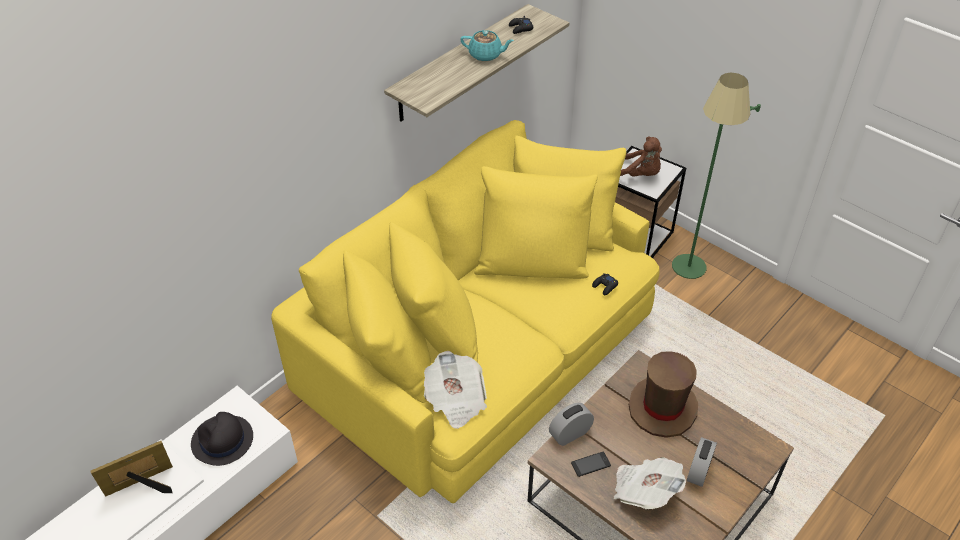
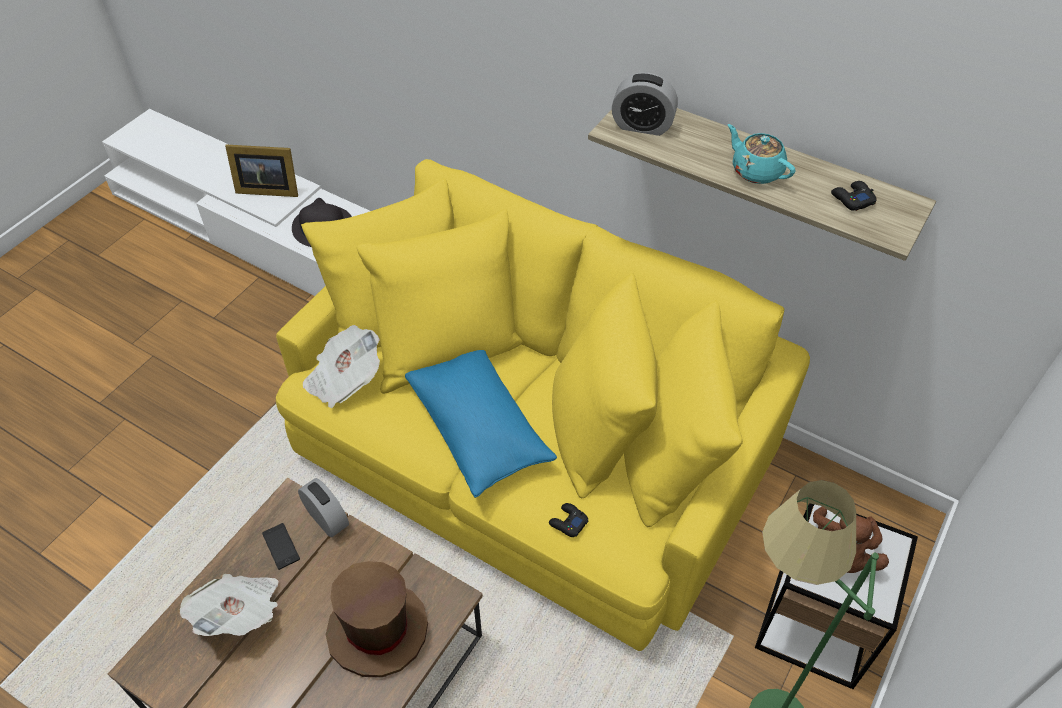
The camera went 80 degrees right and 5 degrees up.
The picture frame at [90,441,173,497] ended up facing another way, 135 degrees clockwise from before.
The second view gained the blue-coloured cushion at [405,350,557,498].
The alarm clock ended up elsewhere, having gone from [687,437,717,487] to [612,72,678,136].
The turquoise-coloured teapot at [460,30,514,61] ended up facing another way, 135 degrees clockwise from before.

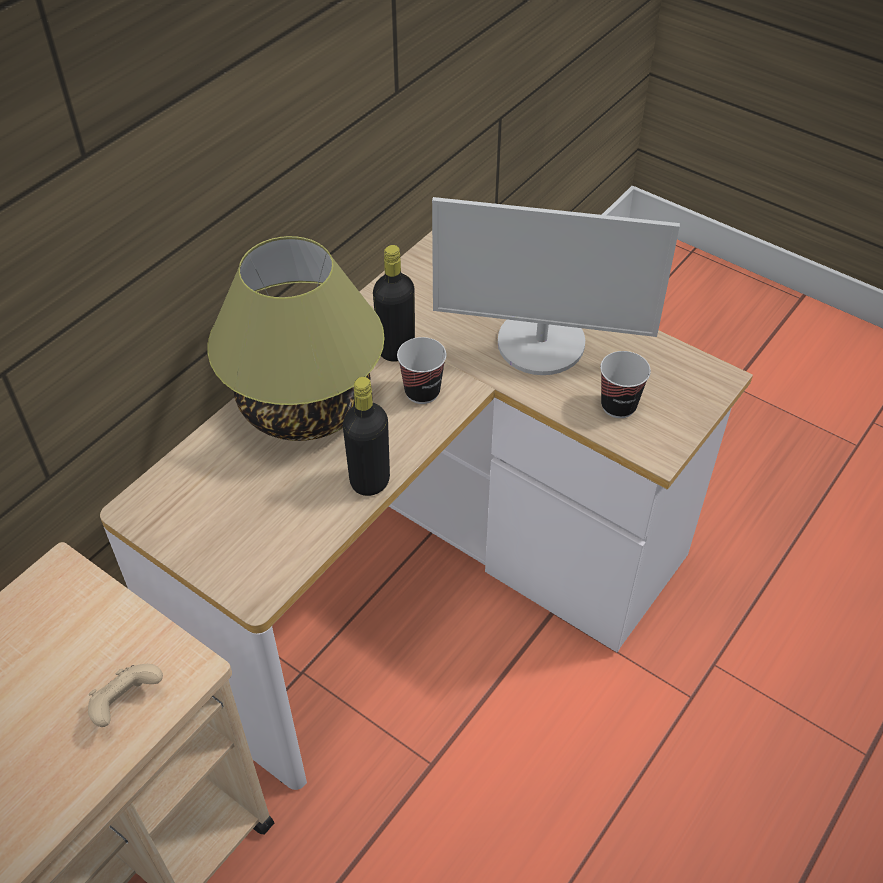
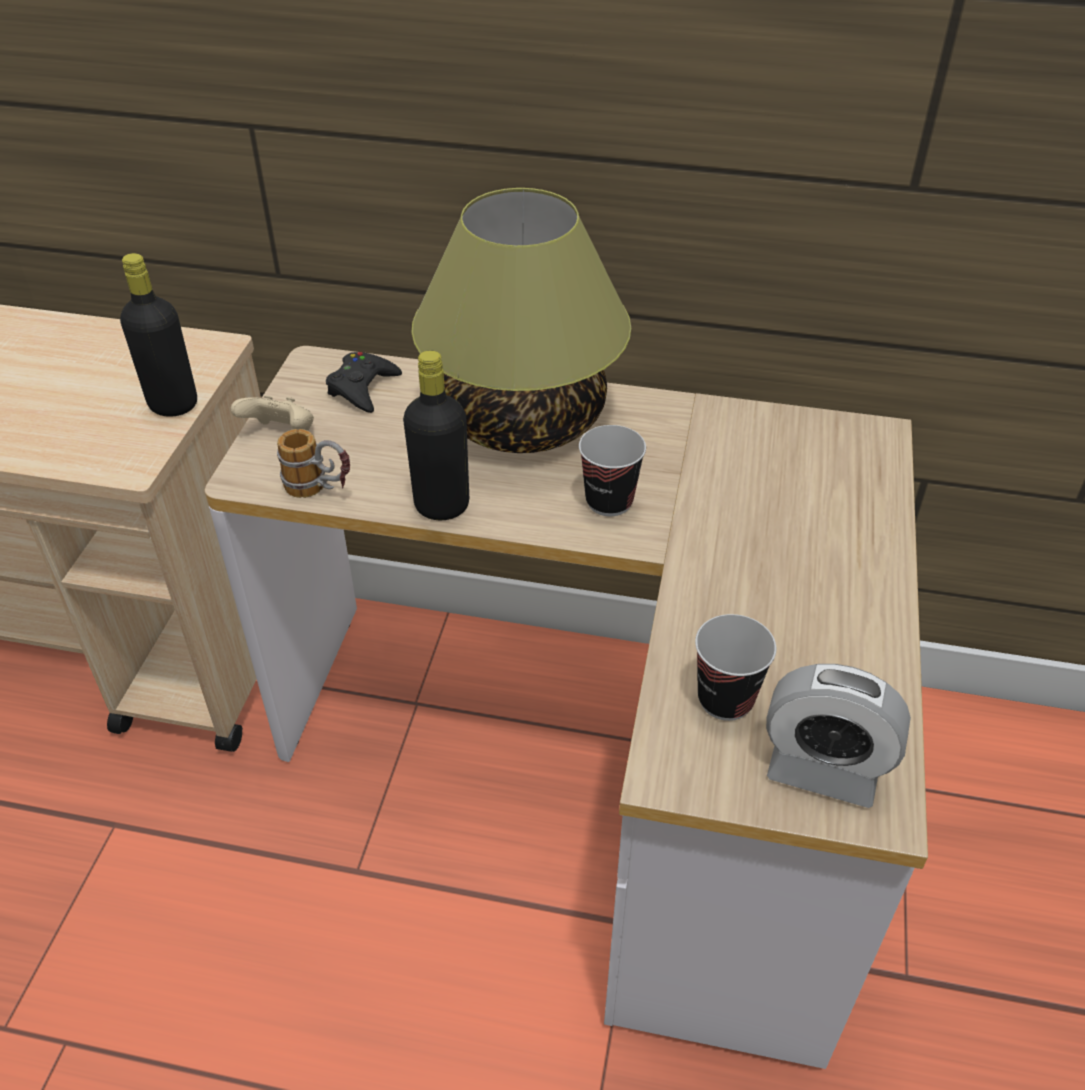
The camera went 65 degrees right and 5 degrees down.
The black drink bottle ended up elsewhere, having gone from [373,245,415,362] to [120,253,197,417].
The sand-coloured gamepad ended up elsewhere, having gone from [88,664,163,727] to [231,395,314,431].
The second view gained the tea mug at [277,429,350,498].
The second view gained the black gamepad at [326,352,402,413].
The second view gained the alarm clock at [766,664,911,808].
The second view lost the monitor at [432,197,680,375].

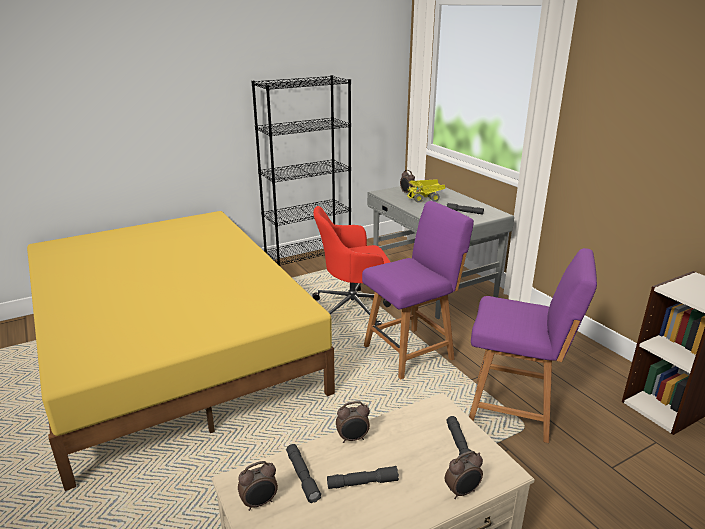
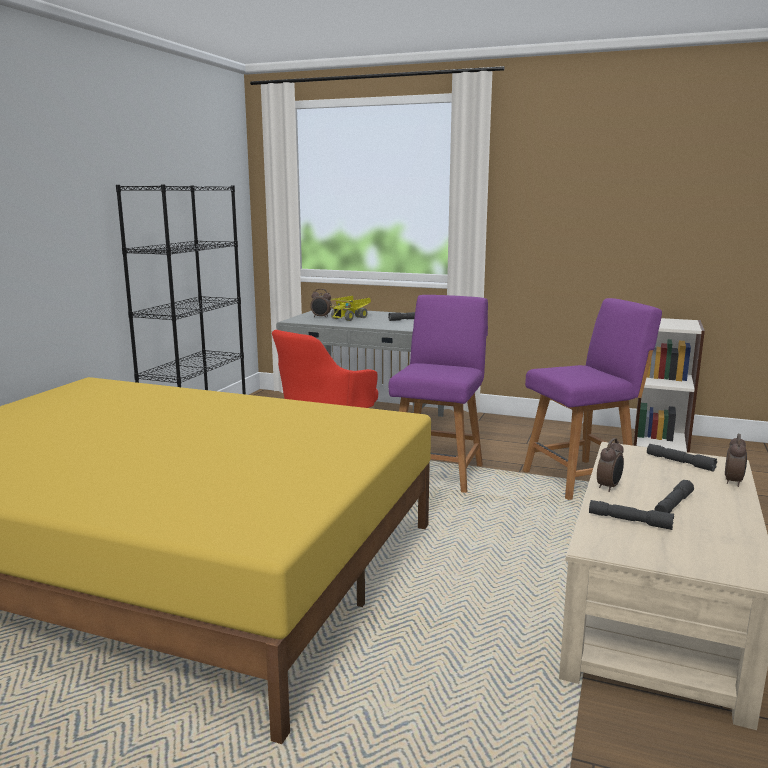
The camera went 40 degrees left and 10 degrees down.
The second view lost the alarm clock at [238,461,278,511].

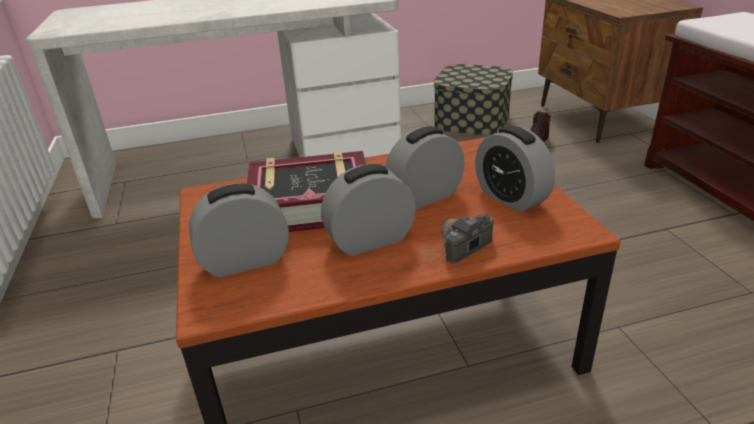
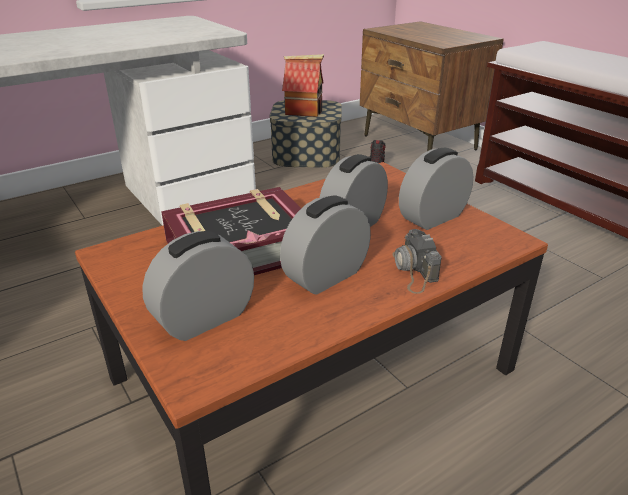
The camera went 20 degrees left and 0 degrees up.
The second view gained the miniature house at [282,54,324,117].
The photo camera at [420,214,494,263] ended up facing another way, 45 degrees counterclockwise from before.
The alarm clock at [475,126,555,212] ended up facing another way, 105 degrees clockwise from before.

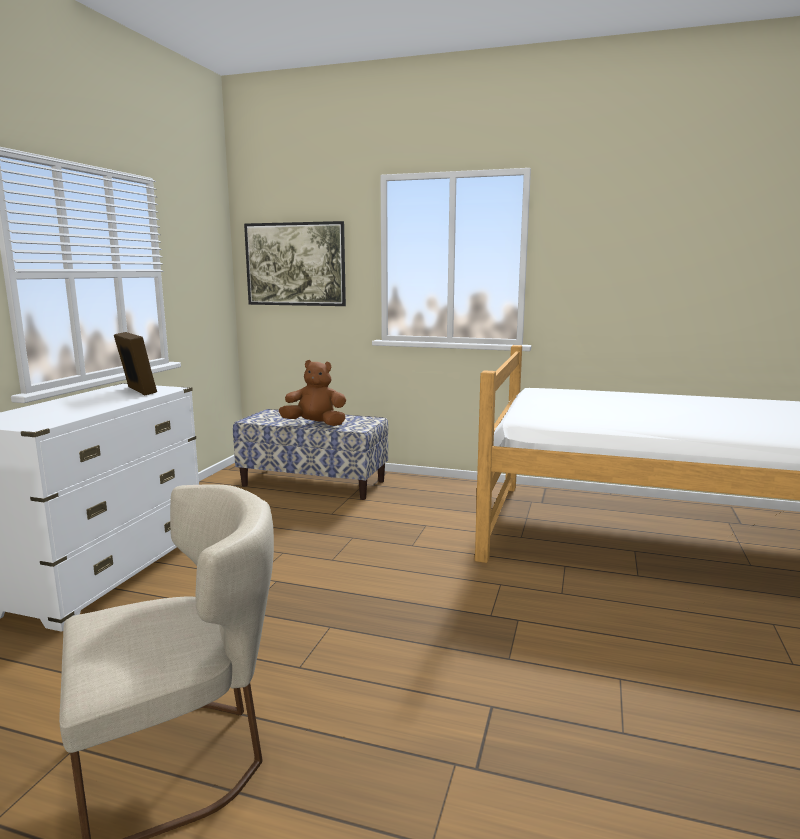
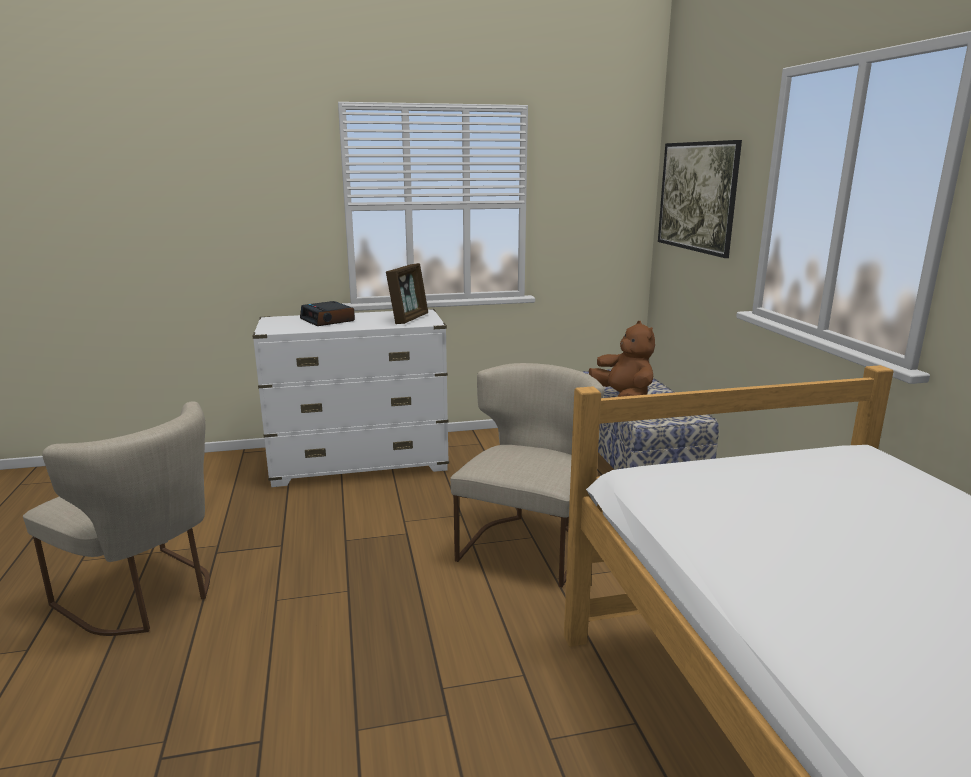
The camera went 60 degrees right and 5 degrees up.
The second view gained the alarm clock at [300,301,355,326].
The second view gained the sand-coloured upright chair at [450,363,604,587].

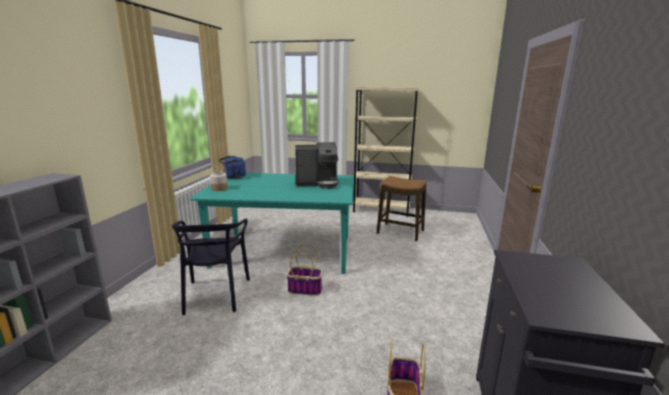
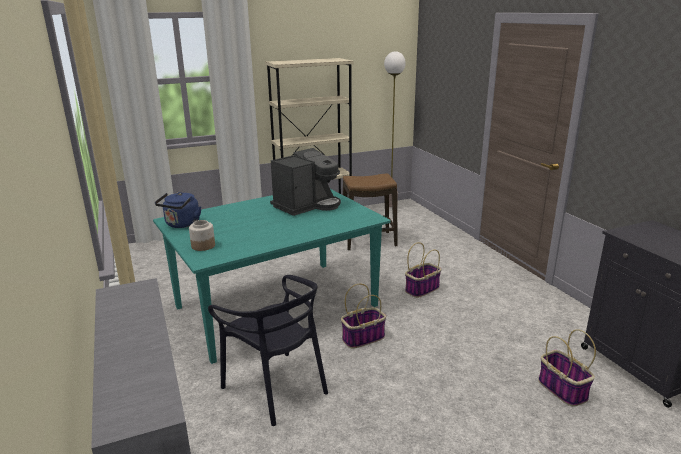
The camera went 35 degrees left and 5 degrees up.
The second view gained the standing lamp at [384,51,406,207].
The second view gained the storage basket at [405,242,441,298].

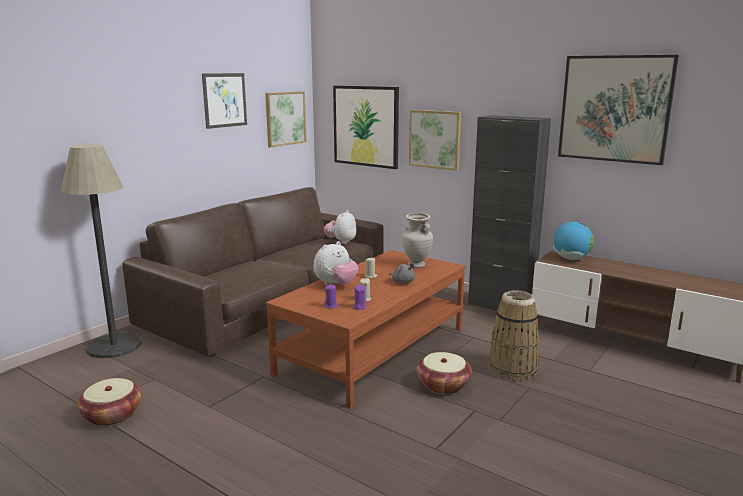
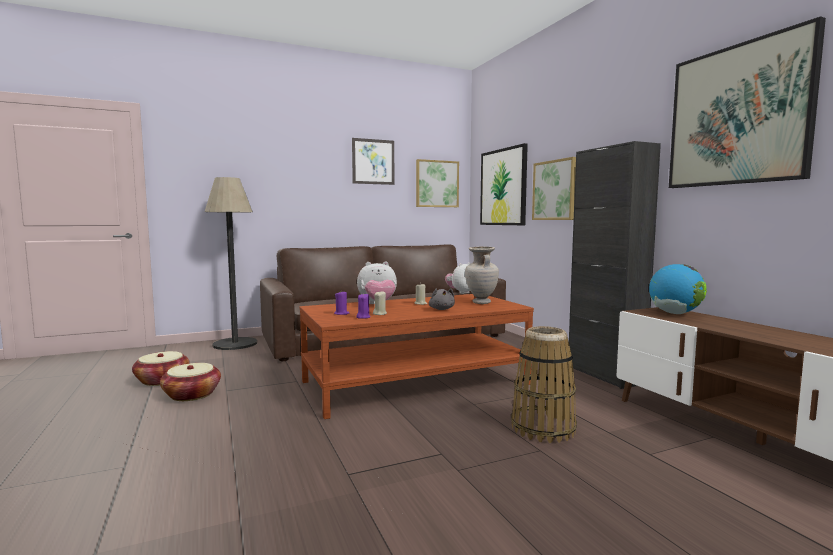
The camera went 30 degrees right and 10 degrees down.
The storage basket ended up elsewhere, having gone from [417,352,472,394] to [160,363,221,401].

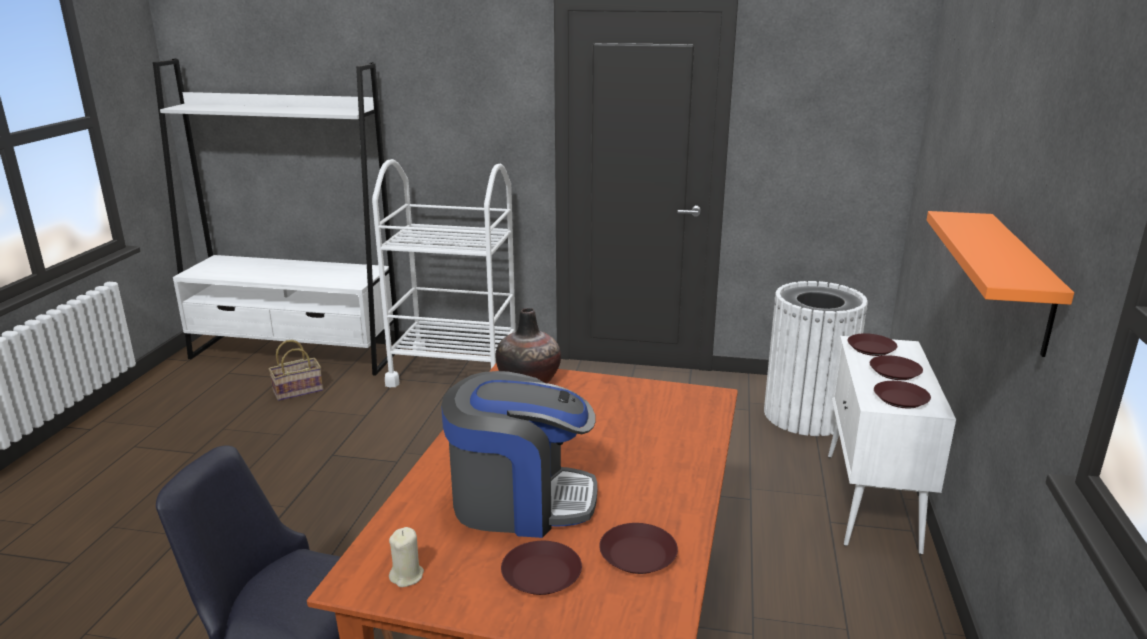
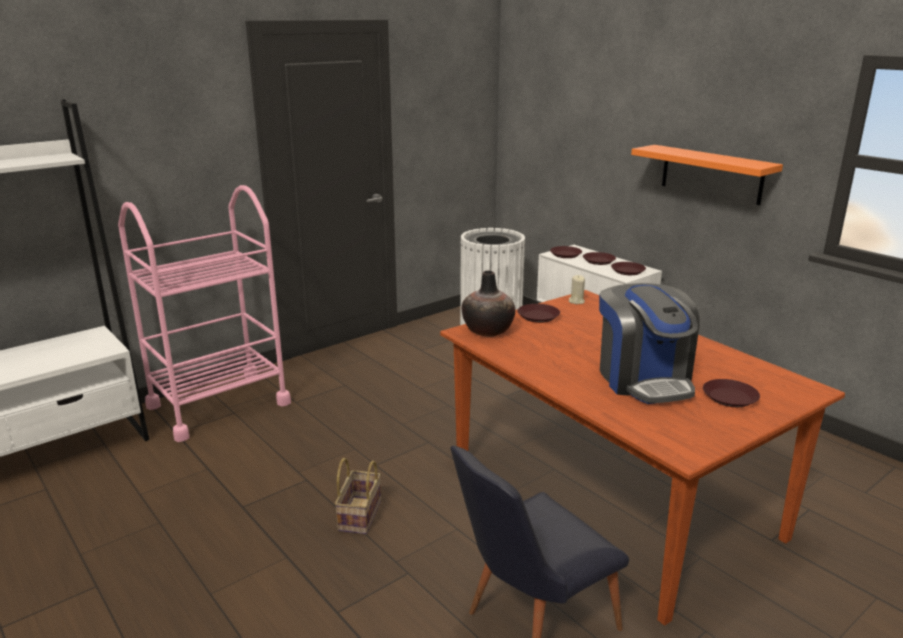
The camera went 50 degrees left and 0 degrees up.
What was the white wheeled cart at [372,159,516,387] turned into the pink wheeled cart at [118,185,291,442].
The storage basket ended up elsewhere, having gone from [269,340,323,401] to [335,458,381,534].
The brown flat dish ended up elsewhere, having gone from [599,523,678,574] to [517,304,560,323].
The sand-coloured wax candle ended up elsewhere, having gone from [389,527,424,587] to [569,275,585,304].
The coffee maker at [441,371,597,538] ended up facing another way, 120 degrees clockwise from before.

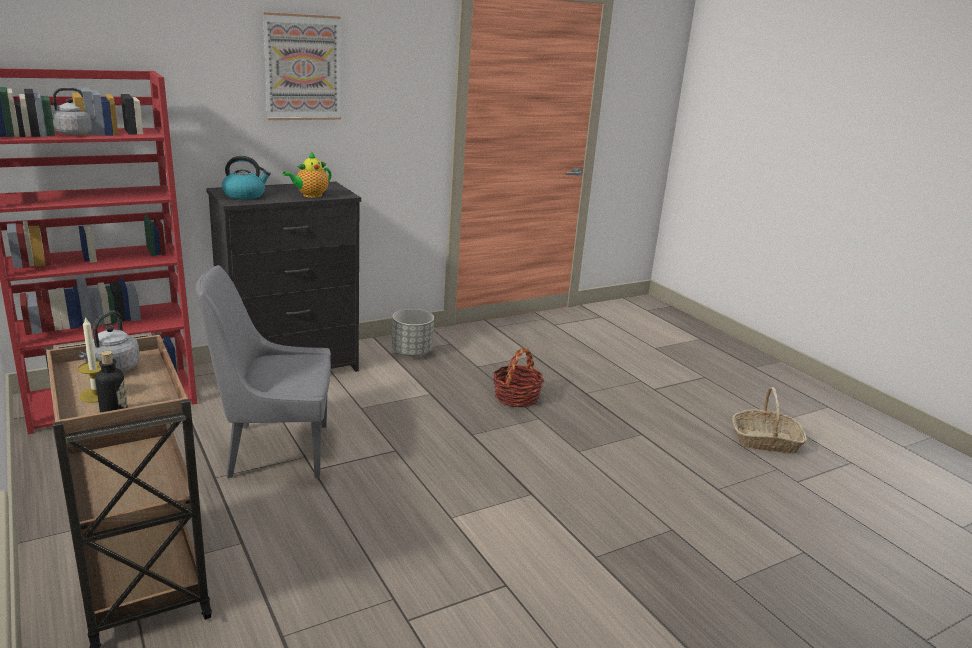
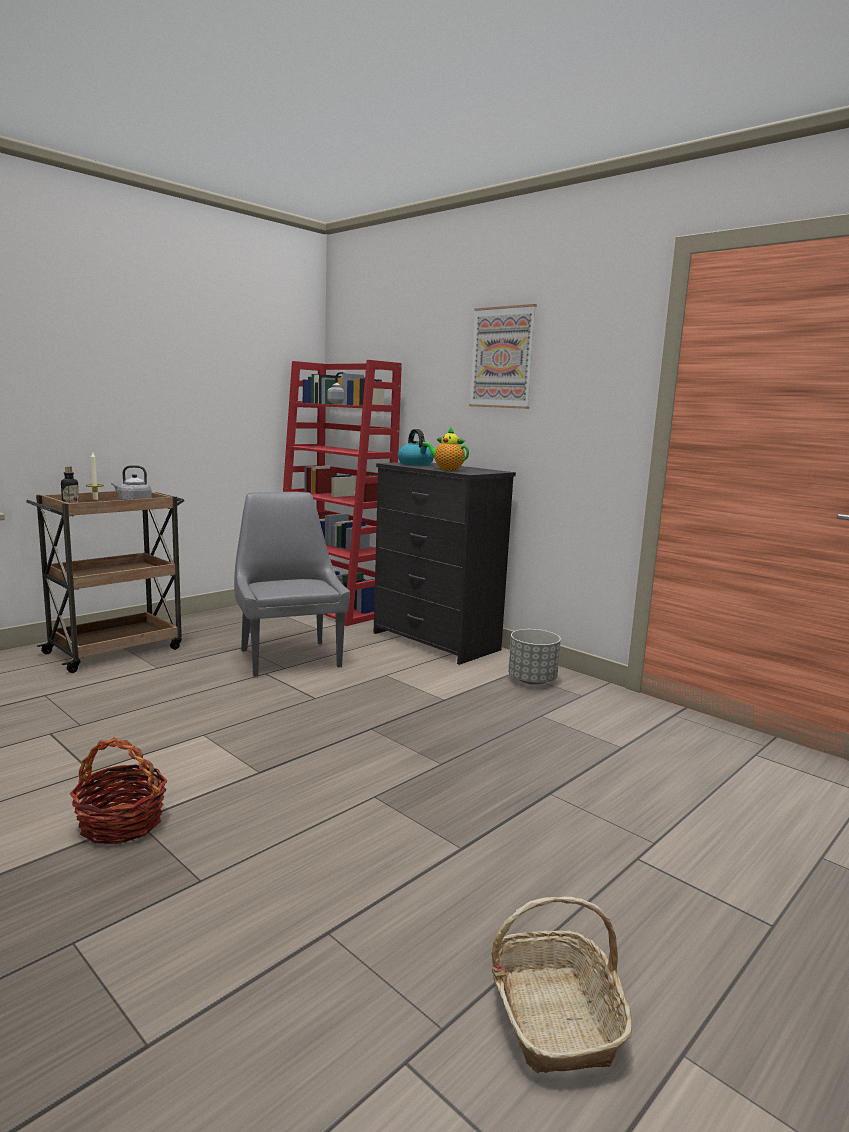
The camera went 75 degrees right and 10 degrees down.
The storage basket ended up elsewhere, having gone from [493,348,544,407] to [69,738,167,844].

